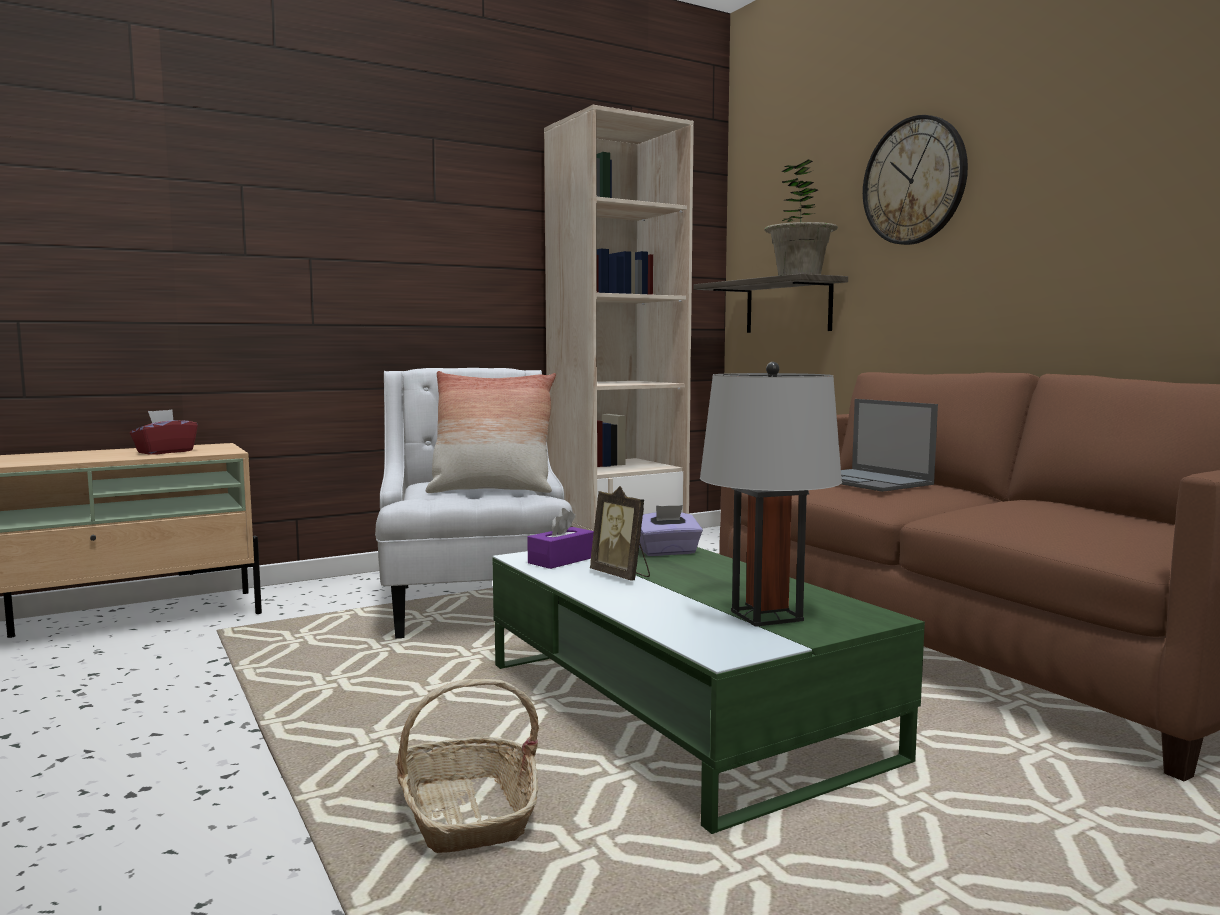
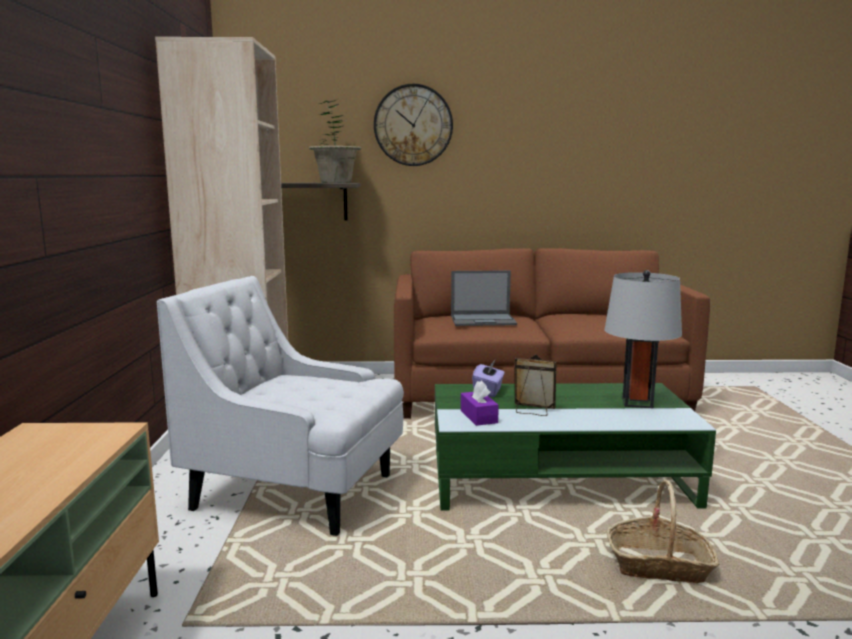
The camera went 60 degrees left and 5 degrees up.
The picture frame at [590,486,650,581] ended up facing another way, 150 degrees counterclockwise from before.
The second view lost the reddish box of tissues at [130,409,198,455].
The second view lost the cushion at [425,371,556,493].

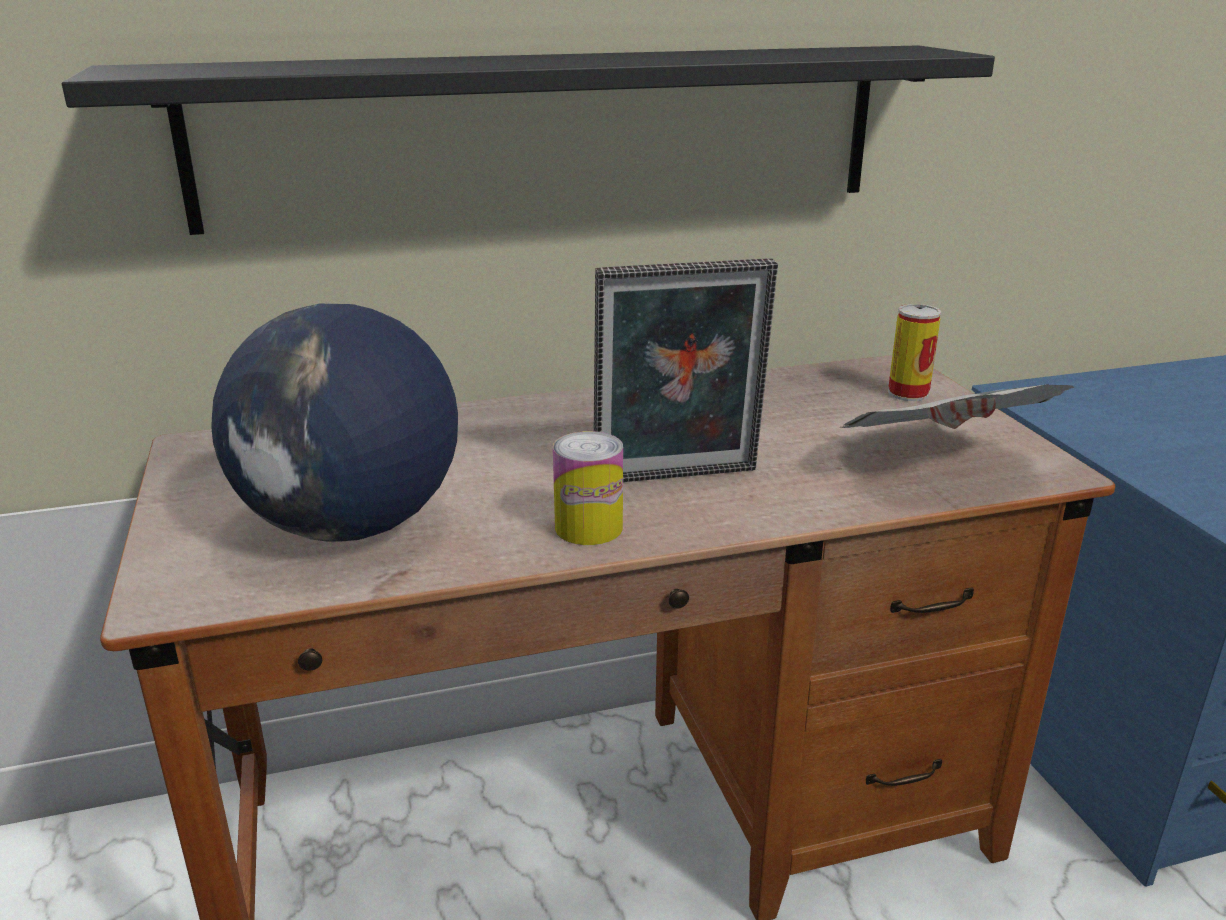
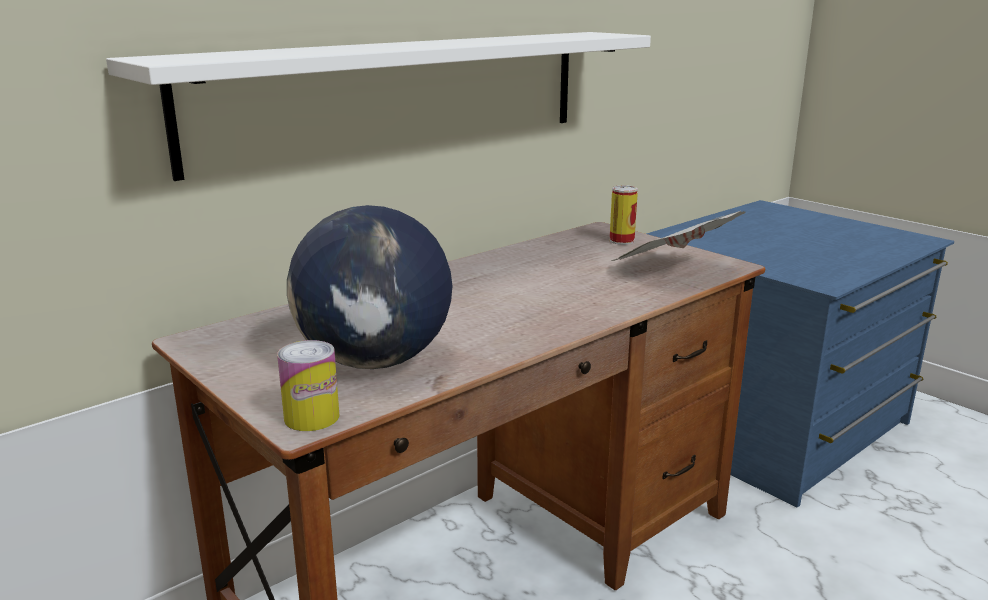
The camera went 25 degrees left and 5 degrees down.
What was the black bracket shelf at [62,45,995,235] turned into the white bracket shelf at [106,32,651,181].
The sealed can ended up elsewhere, having gone from [553,431,623,545] to [277,340,339,431].
The second view lost the picture frame at [594,258,778,482].

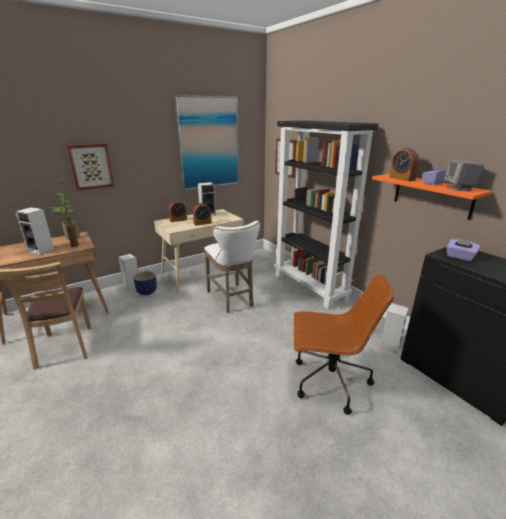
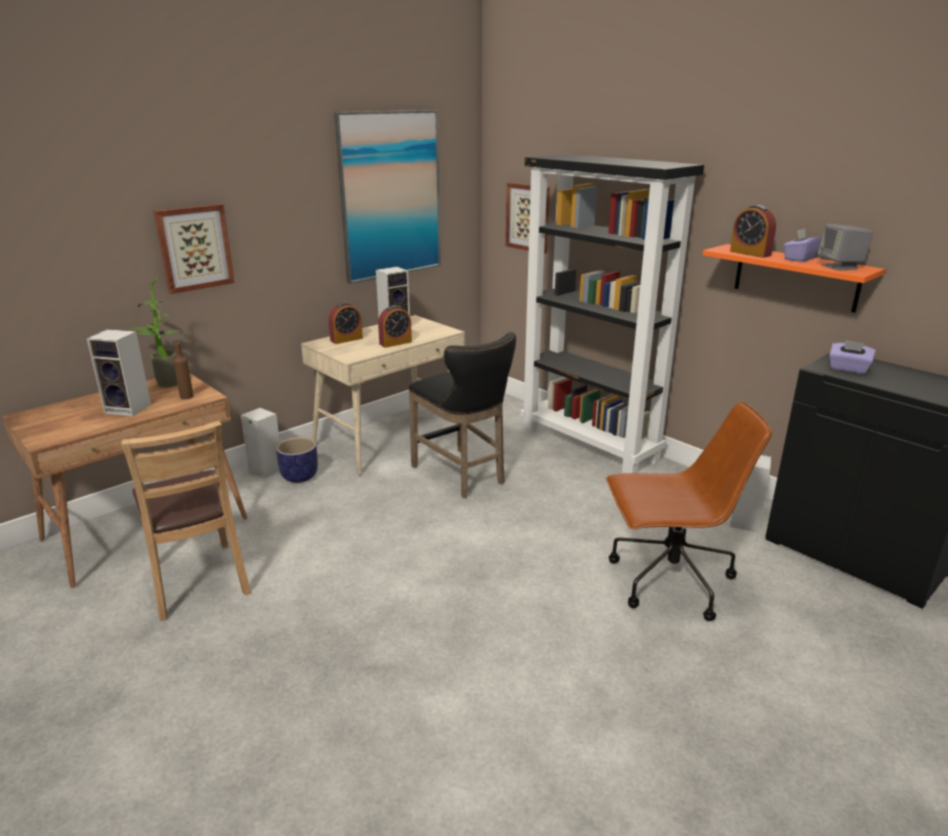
The camera went 10 degrees left and 0 degrees up.
What was the white stool seat at [204,221,260,313] turned into the black stool seat at [408,332,516,498].

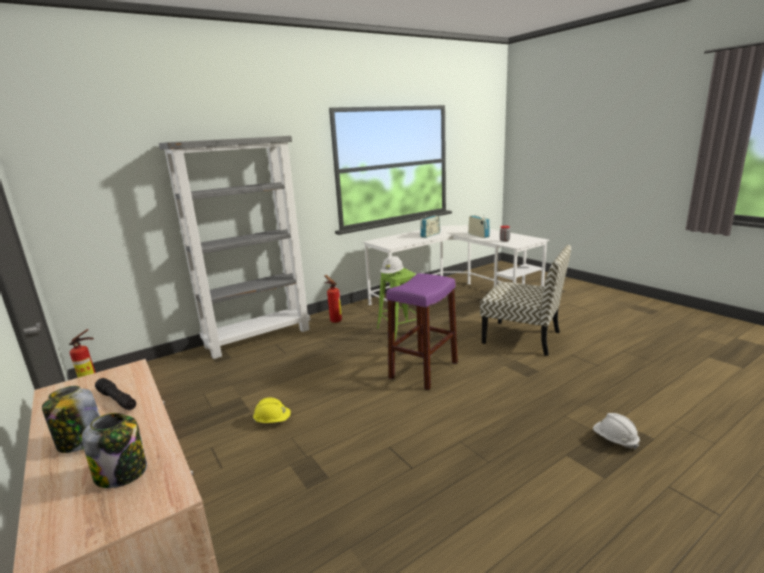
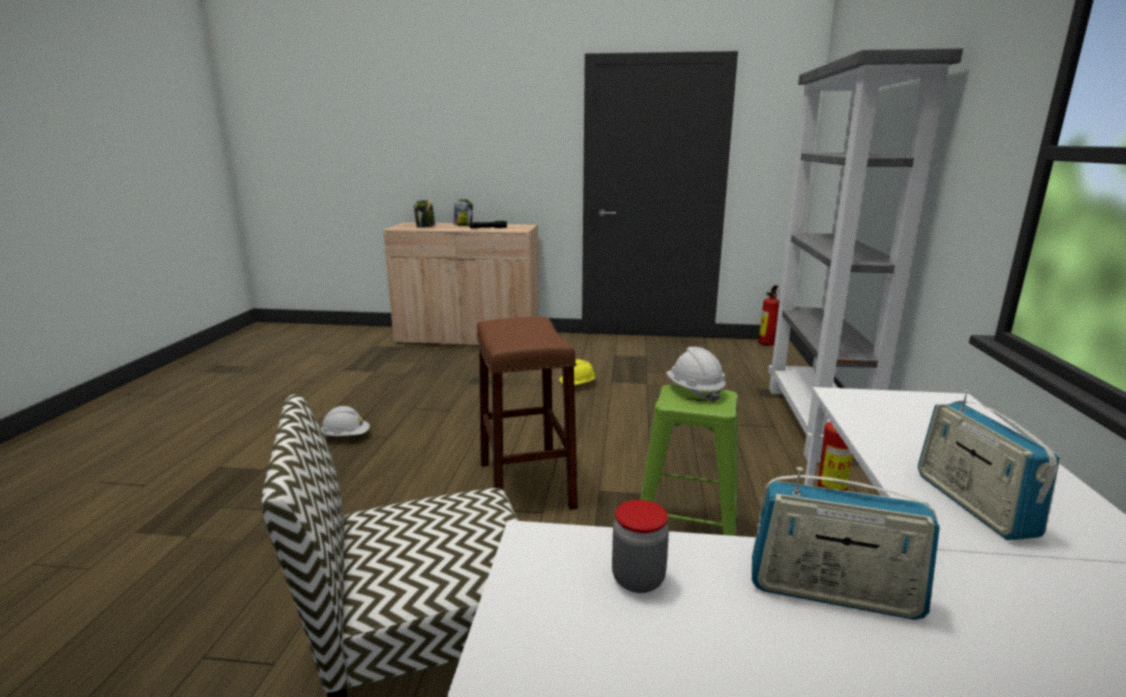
The camera went 130 degrees right and 0 degrees up.
The white safety helmet ended up elsewhere, having gone from [593,413,640,449] to [321,406,370,437].
What was the purple stool seat at [386,273,458,390] turned into the brown stool seat at [477,317,578,510].

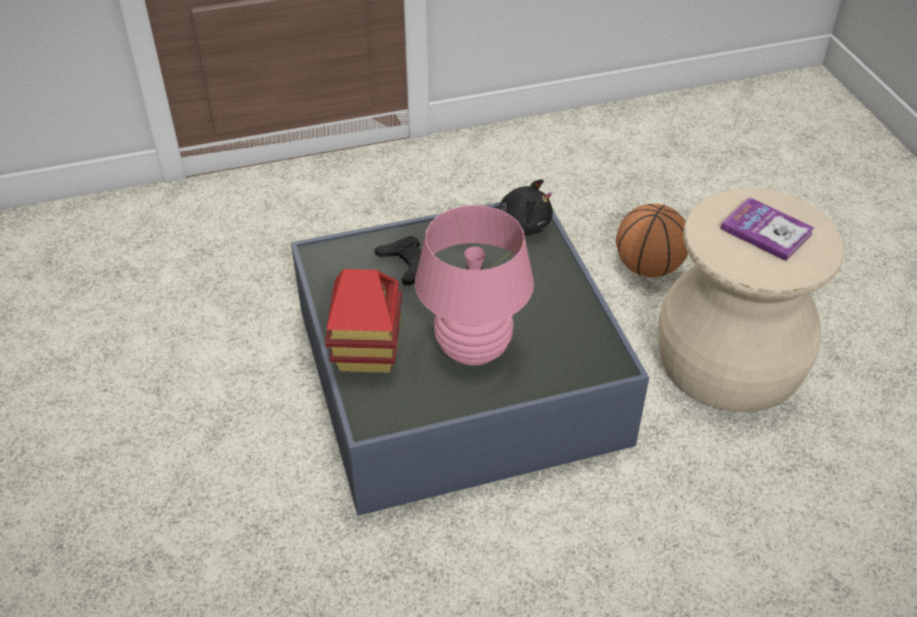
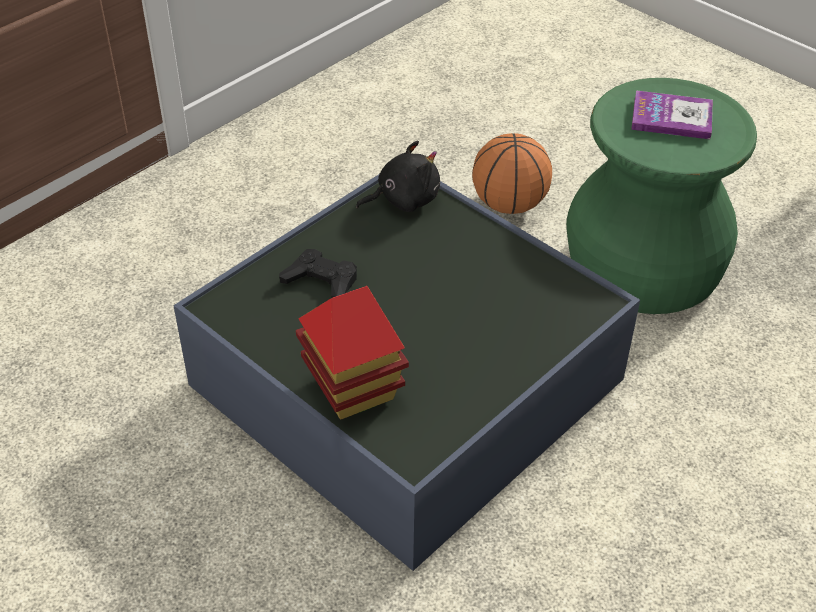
The camera went 30 degrees left and 0 degrees up.
What was the sand-coloured stool seat at [658,188,844,412] turned into the green-coloured stool seat at [566,78,757,314].
The second view lost the pink table lamp at [415,205,534,365].

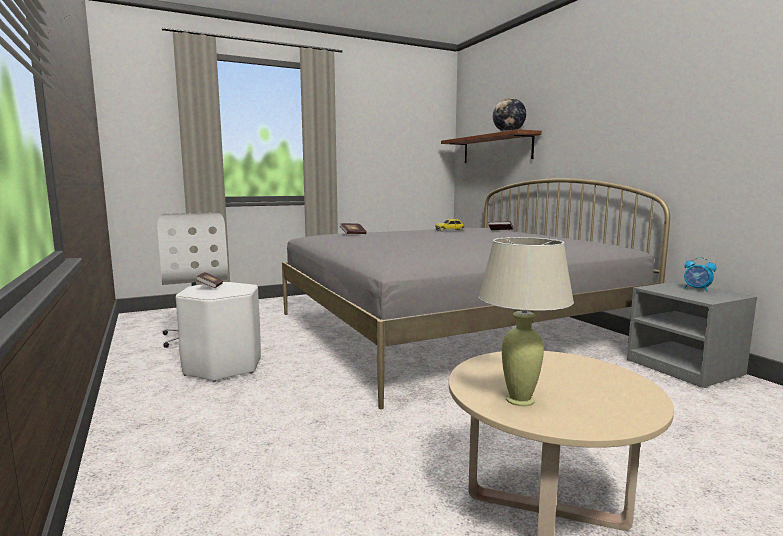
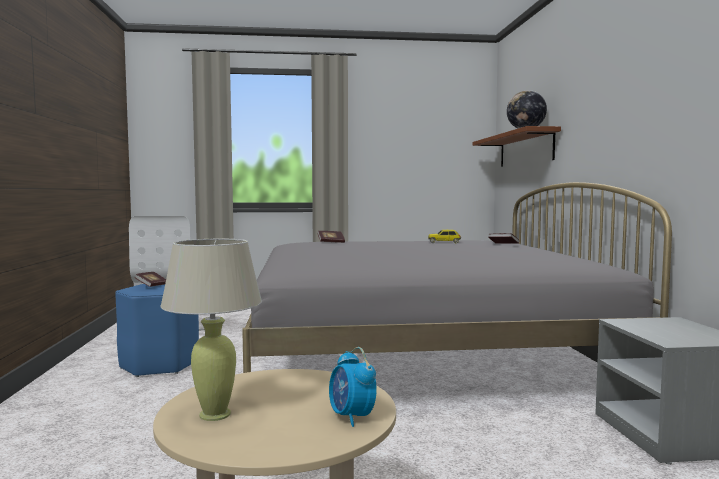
The camera went 20 degrees right and 5 degrees down.
What was the white stool seat at [176,282,261,382] turned into the blue-coloured stool seat at [115,284,199,377].
The alarm clock ended up elsewhere, having gone from [684,257,716,292] to [329,347,377,427].

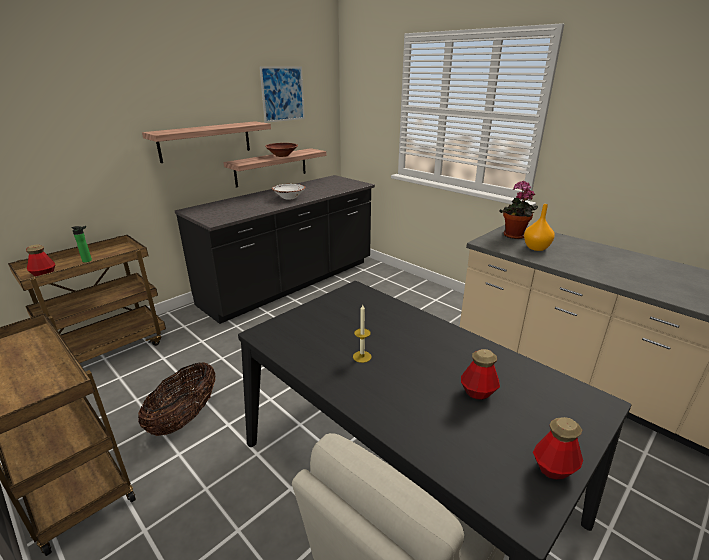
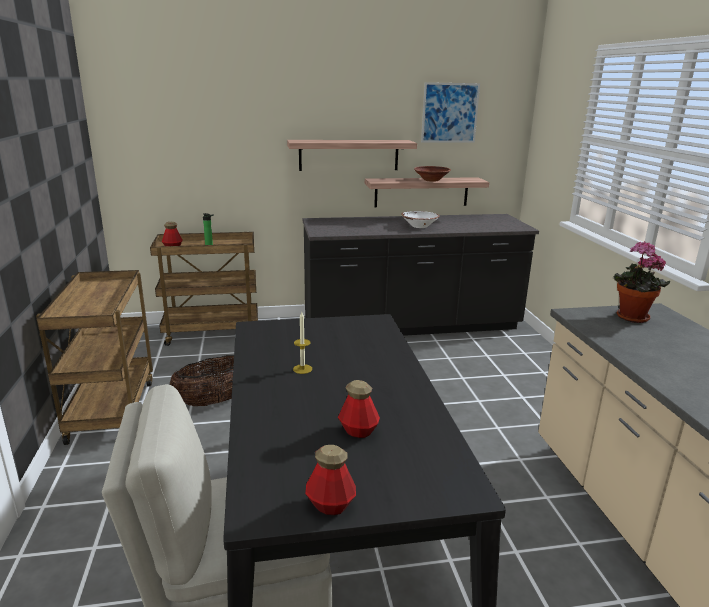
The camera went 35 degrees right and 5 degrees down.
The second view lost the orange vase at [524,204,555,251].

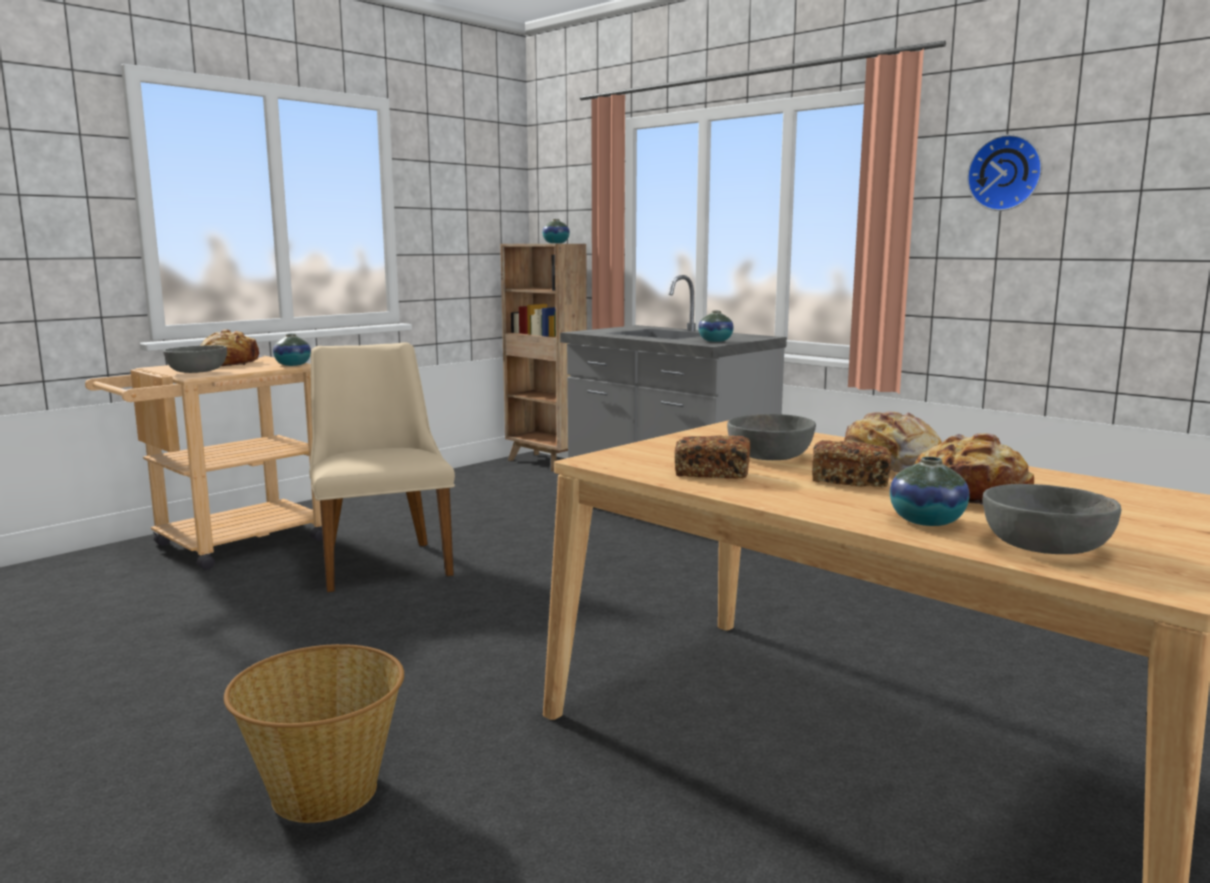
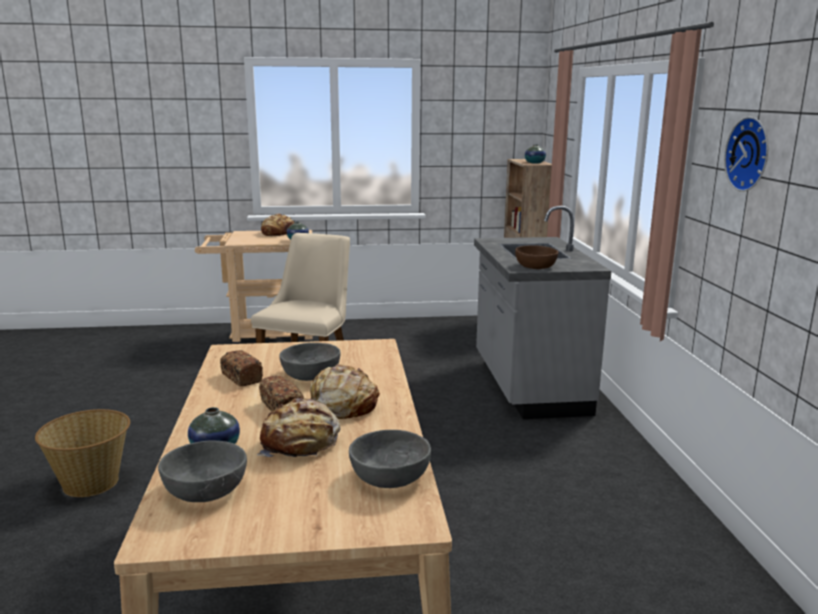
The camera went 40 degrees right and 5 degrees up.
The gray bowl ended up elsewhere, having gone from [163,345,227,373] to [349,430,431,488].
Where the vase stood at [698,311,734,342], the brown bowl came to stand at [515,245,558,269].

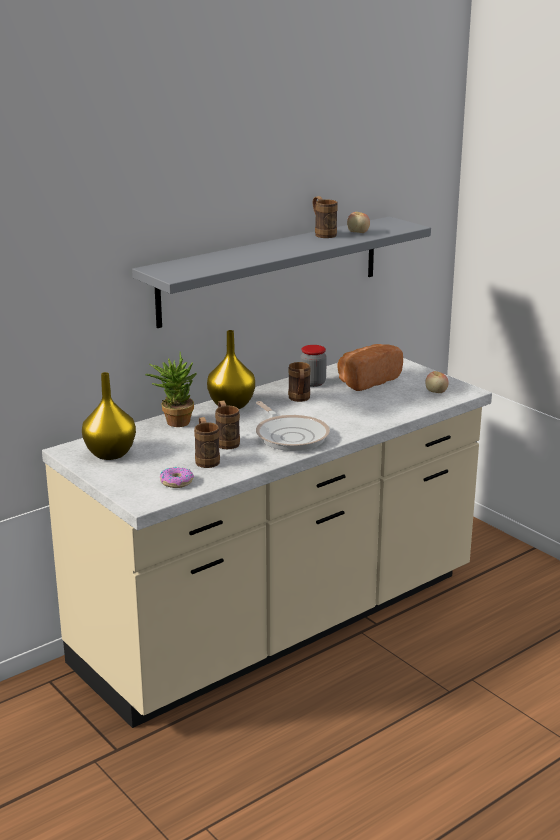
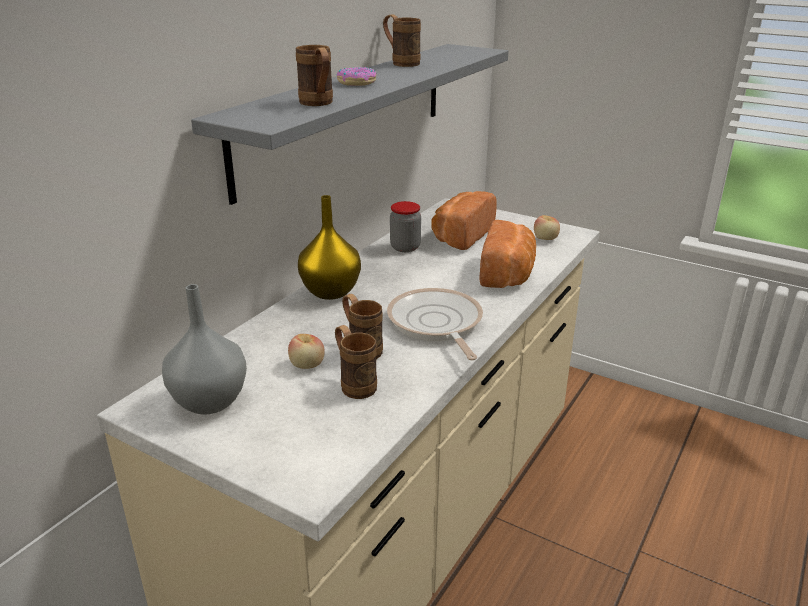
The camera went 20 degrees left and 5 degrees up.
What was the yellowish vase at [82,372,136,460] turned into the gray vase at [162,284,247,415].
The whole apple ended up elsewhere, having gone from [347,212,370,233] to [288,334,325,369].
The brown tea mug ended up elsewhere, having gone from [288,362,310,402] to [296,45,333,106].
The doughnut ended up elsewhere, having gone from [160,467,194,488] to [337,67,376,86].
The skillet at [256,401,330,451] ended up facing another way, 150 degrees counterclockwise from before.
The second view gained the bread at [480,220,536,288].
The second view lost the plant in a pot at [145,352,197,427].

